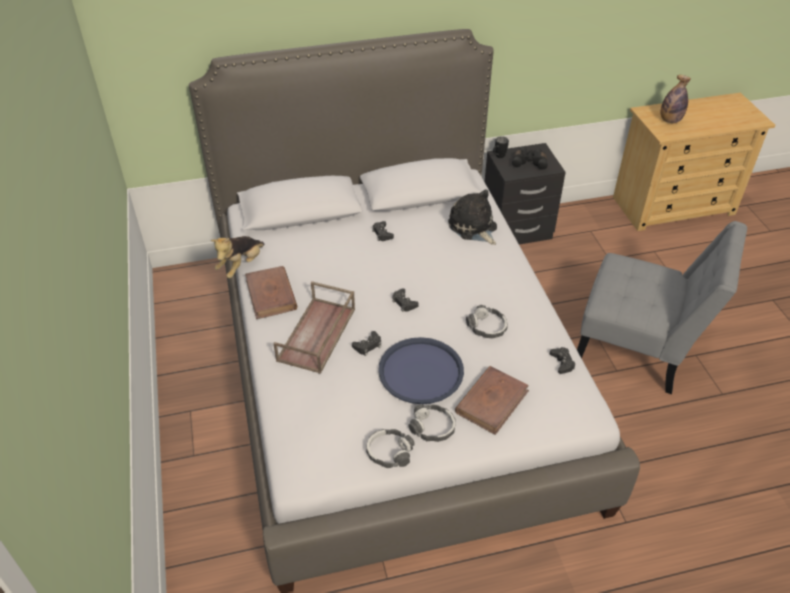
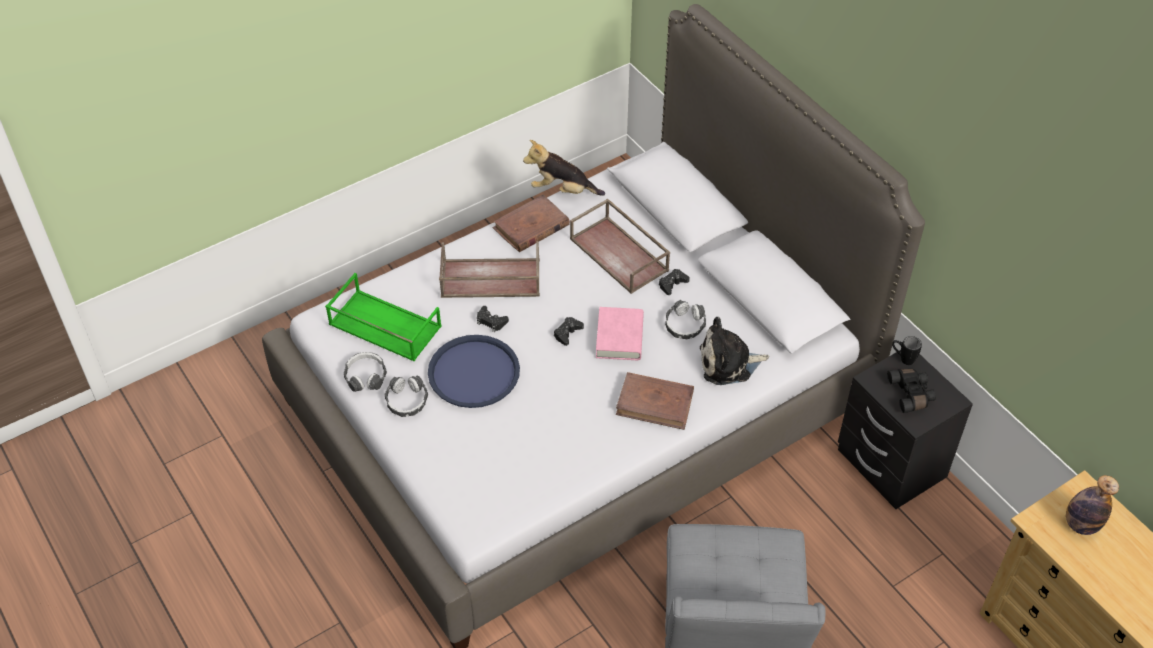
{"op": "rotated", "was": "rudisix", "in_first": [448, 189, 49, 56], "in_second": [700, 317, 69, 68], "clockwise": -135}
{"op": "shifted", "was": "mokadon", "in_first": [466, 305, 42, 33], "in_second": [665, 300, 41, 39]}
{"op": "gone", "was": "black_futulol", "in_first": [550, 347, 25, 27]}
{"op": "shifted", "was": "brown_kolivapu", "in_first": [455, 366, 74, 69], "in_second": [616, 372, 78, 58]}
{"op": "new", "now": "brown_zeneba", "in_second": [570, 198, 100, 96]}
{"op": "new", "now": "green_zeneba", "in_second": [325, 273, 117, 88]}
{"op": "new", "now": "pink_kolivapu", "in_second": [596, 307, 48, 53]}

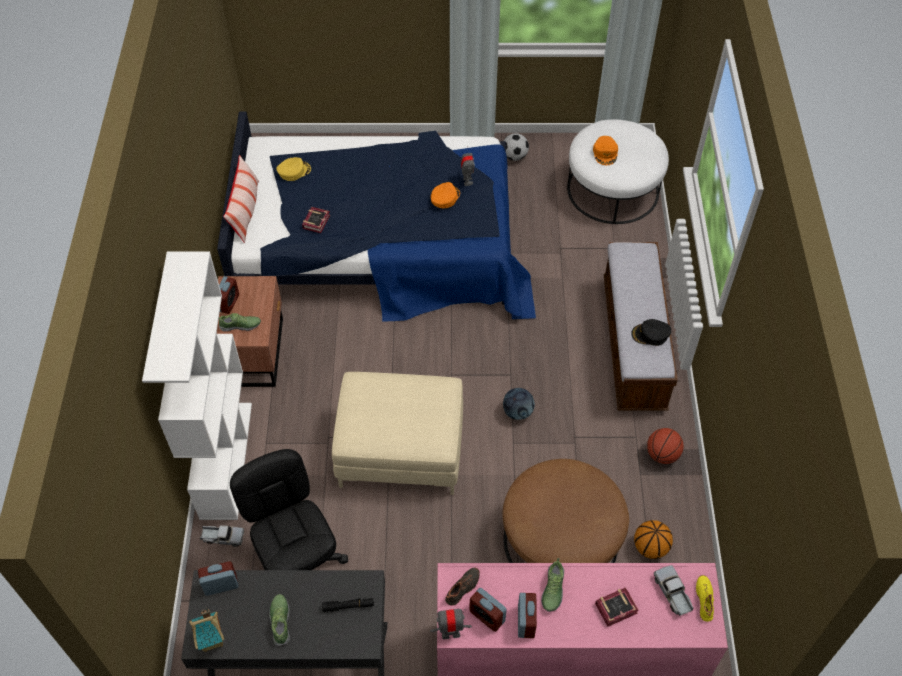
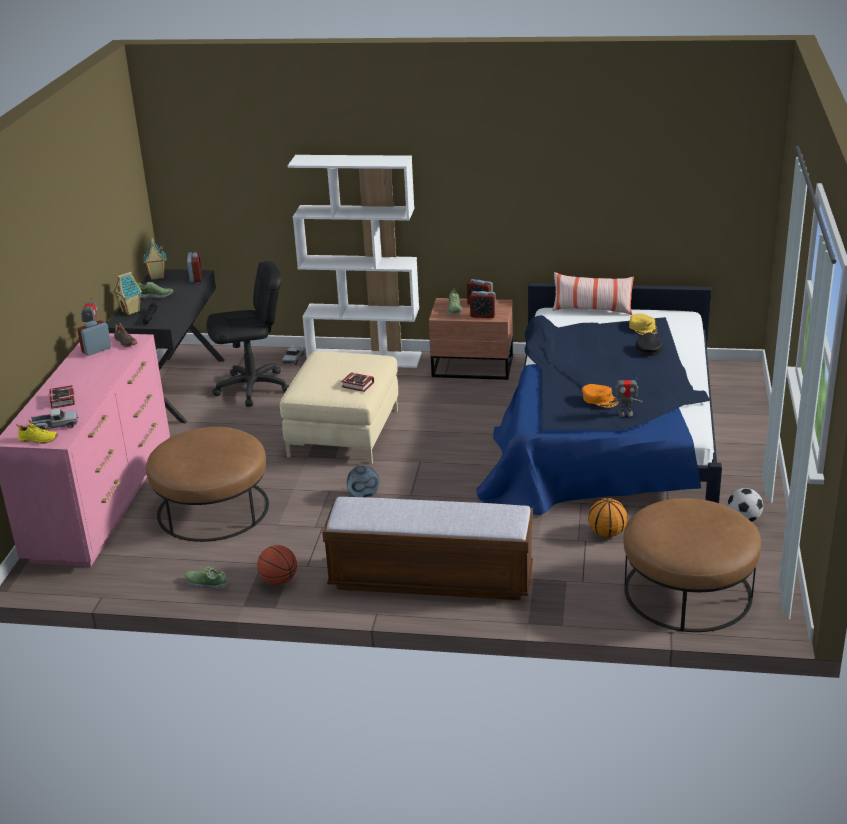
{"op": "repainted", "was": "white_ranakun", "now": "brown_ranakun", "in_first": [567, 119, 102, 105], "in_second": [623, 498, 138, 134]}
{"op": "gone", "was": "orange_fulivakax", "in_first": [593, 136, 25, 29]}
{"op": "shifted", "was": "kolivapu", "in_first": [302, 207, 28, 26], "in_second": [341, 372, 33, 20]}
{"op": "shifted", "was": "black_fulivakax", "in_first": [631, 319, 40, 27], "in_second": [635, 333, 28, 23]}
{"op": "shifted", "was": "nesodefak", "in_first": [634, 520, 39, 39], "in_second": [588, 498, 39, 39]}
{"op": "shifted", "was": "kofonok", "in_first": [541, 558, 23, 54], "in_second": [185, 567, 43, 23]}
{"op": "shifted", "was": "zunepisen", "in_first": [518, 593, 19, 45], "in_second": [470, 291, 26, 27]}
{"op": "new", "now": "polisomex", "in_second": [113, 272, 29, 43]}

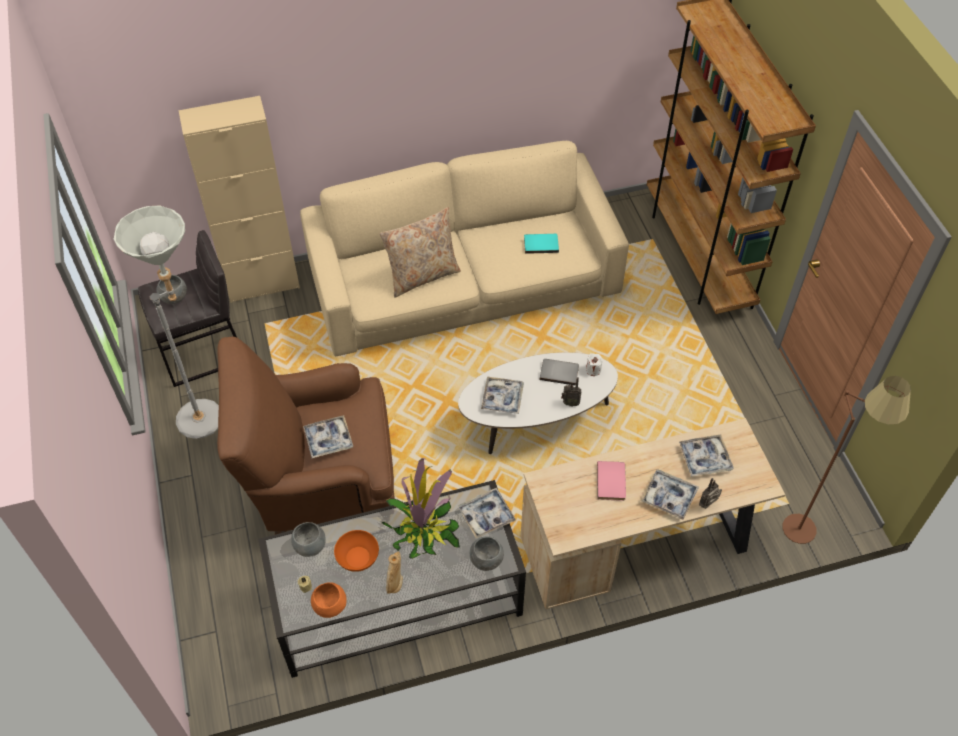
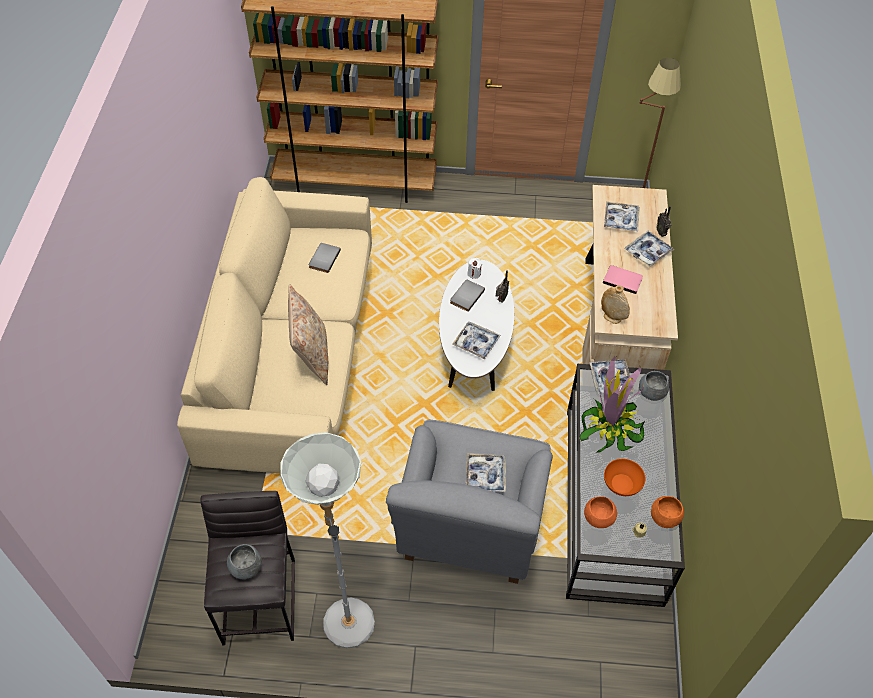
{"op": "gone", "was": "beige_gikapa", "in_first": [179, 96, 121, 207]}
{"op": "repainted", "was": "turquoise_kolivapu", "now": "grey_kolivapu", "in_first": [524, 234, 35, 20], "in_second": [309, 243, 32, 30]}
{"op": "repainted", "was": "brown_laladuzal", "now": "grey_laladuzal", "in_first": [217, 337, 178, 197], "in_second": [386, 420, 167, 164]}
{"op": "repainted", "was": "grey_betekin", "now": "orange_betekin", "in_first": [291, 522, 35, 35], "in_second": [584, 496, 33, 32]}
{"op": "shifted", "was": "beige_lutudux", "in_first": [386, 552, 17, 42], "in_second": [601, 285, 29, 39]}

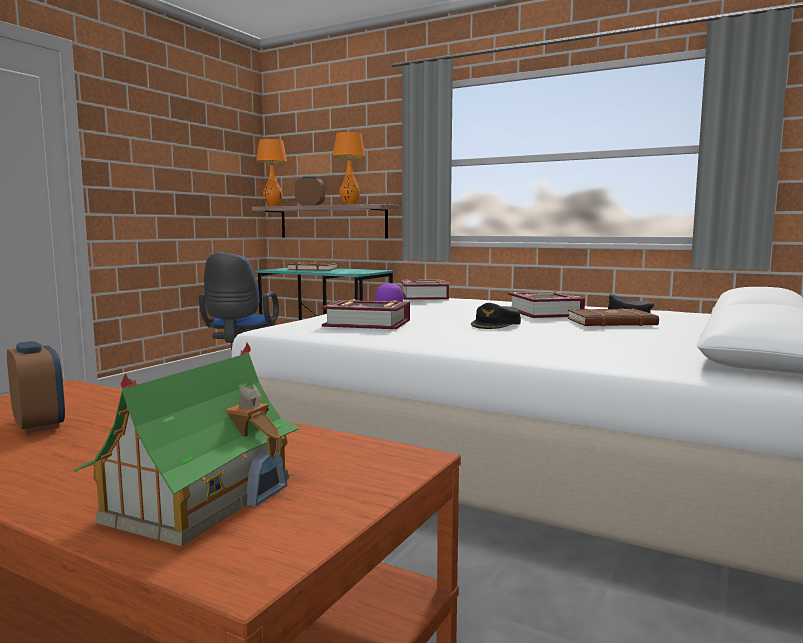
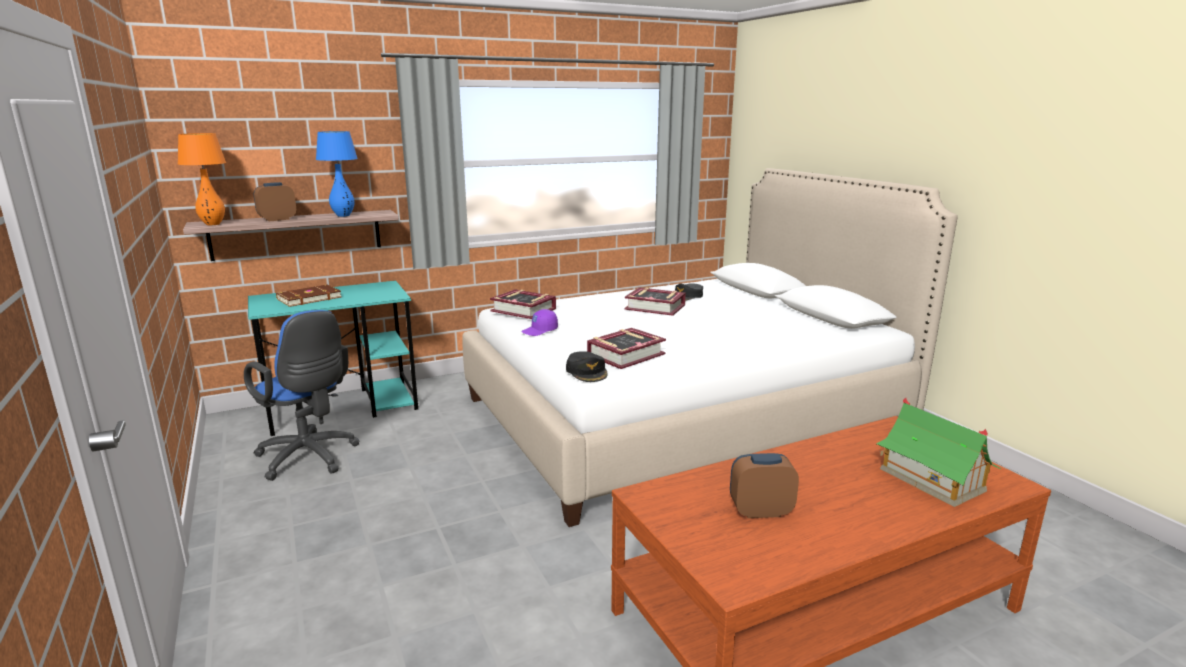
{"op": "repainted", "was": "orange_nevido", "now": "blue_nevido", "in_first": [333, 132, 33, 73], "in_second": [316, 131, 42, 86]}
{"op": "shifted", "was": "black_fulivakax", "in_first": [471, 303, 50, 26], "in_second": [566, 351, 42, 31]}
{"op": "gone", "was": "brown_kolivapu", "in_first": [568, 308, 91, 18]}

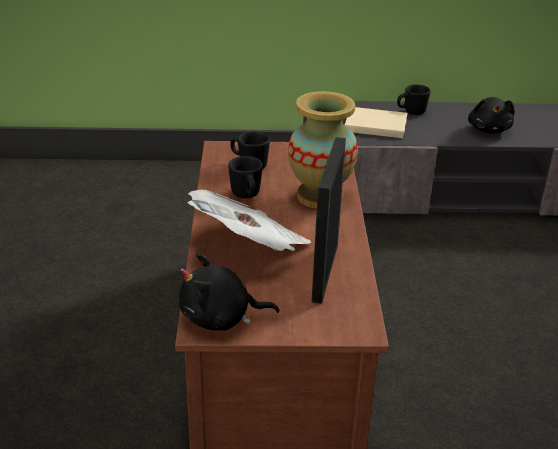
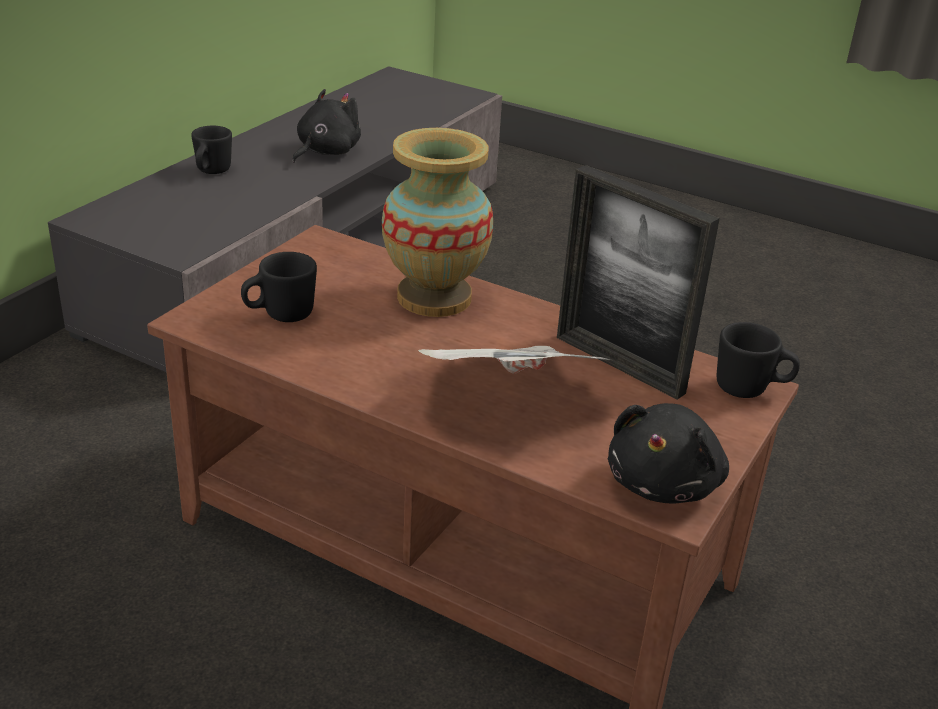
{"op": "rotated", "was": "black_rudisix", "in_first": [468, 97, 47, 37], "in_second": [292, 89, 69, 74], "clockwise": -90}
{"op": "gone", "was": "beige_kolivapu", "in_first": [345, 107, 62, 31]}
{"op": "shifted", "was": "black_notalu", "in_first": [228, 156, 35, 42], "in_second": [717, 322, 83, 76]}

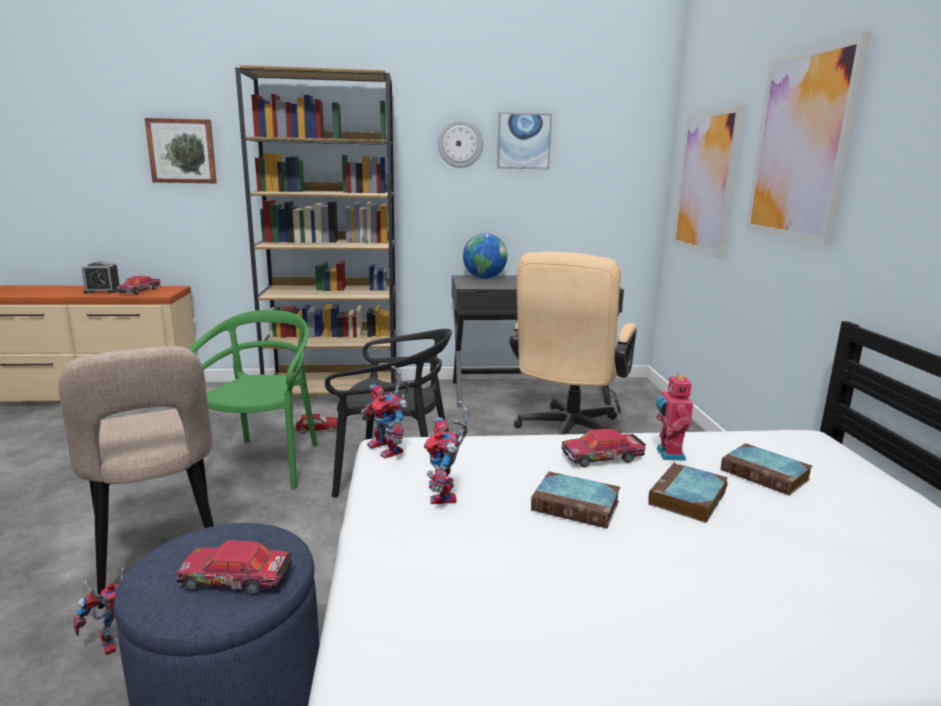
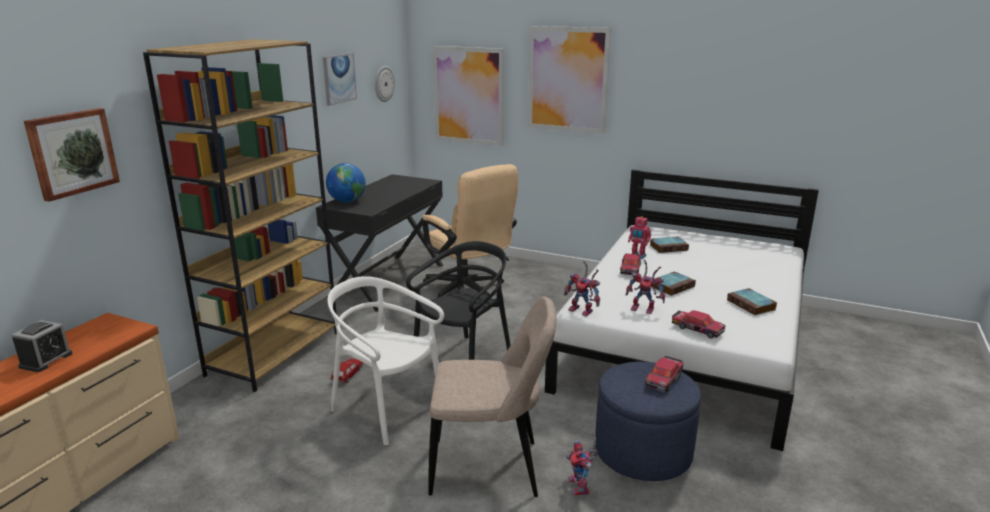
{"op": "shifted", "was": "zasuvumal", "in_first": [438, 120, 45, 48], "in_second": [375, 66, 20, 36]}
{"op": "shifted", "was": "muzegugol", "in_first": [116, 276, 45, 19], "in_second": [672, 310, 54, 29]}
{"op": "repainted", "was": "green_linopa", "now": "white_linopa", "in_first": [188, 310, 130, 180], "in_second": [327, 276, 117, 169]}
{"op": "rotated", "was": "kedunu", "in_first": [361, 365, 49, 94], "in_second": [564, 261, 37, 55], "clockwise": 45}
{"op": "shifted", "was": "kolivapu", "in_first": [648, 463, 80, 60], "in_second": [727, 288, 51, 27]}

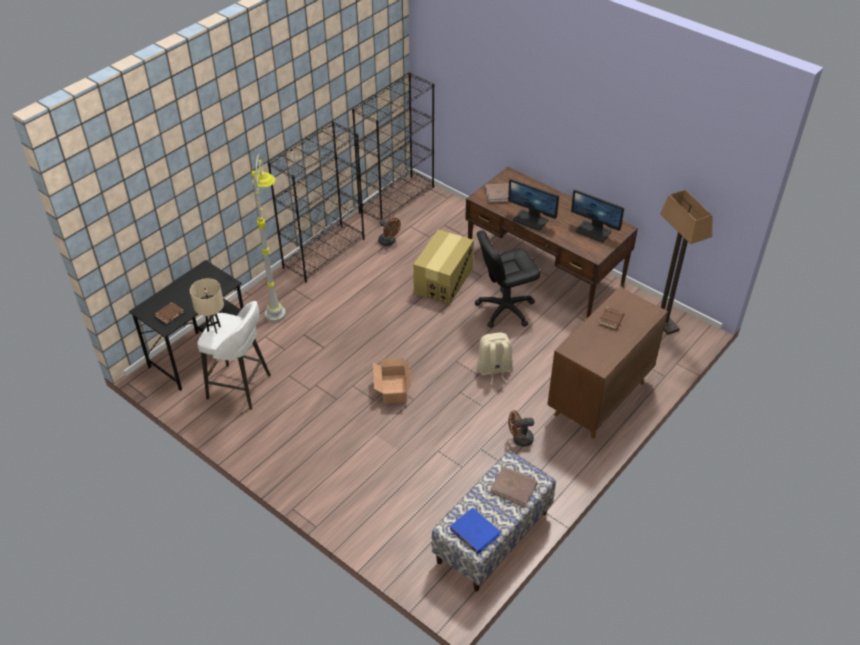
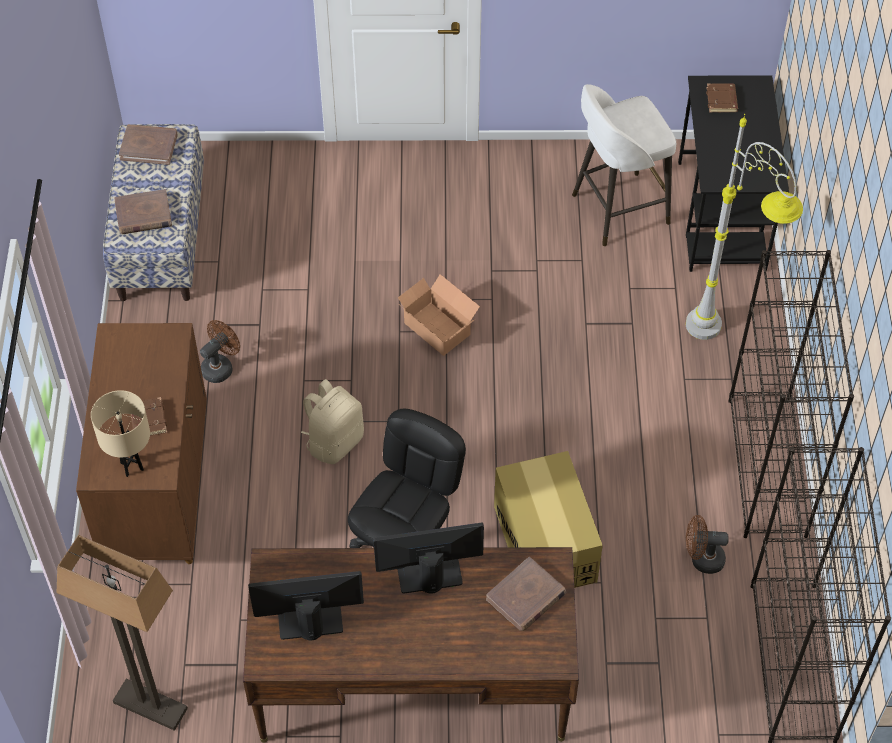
{"op": "shifted", "was": "beige_nevido", "in_first": [190, 278, 34, 56], "in_second": [91, 390, 59, 87]}
{"op": "repainted", "was": "blue_kolivapu", "now": "brown_kolivapu", "in_first": [450, 508, 51, 46], "in_second": [119, 124, 58, 41]}

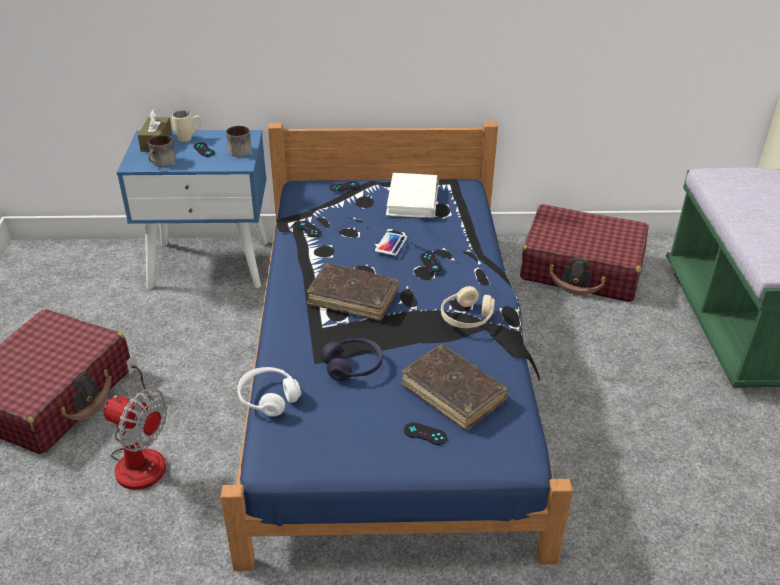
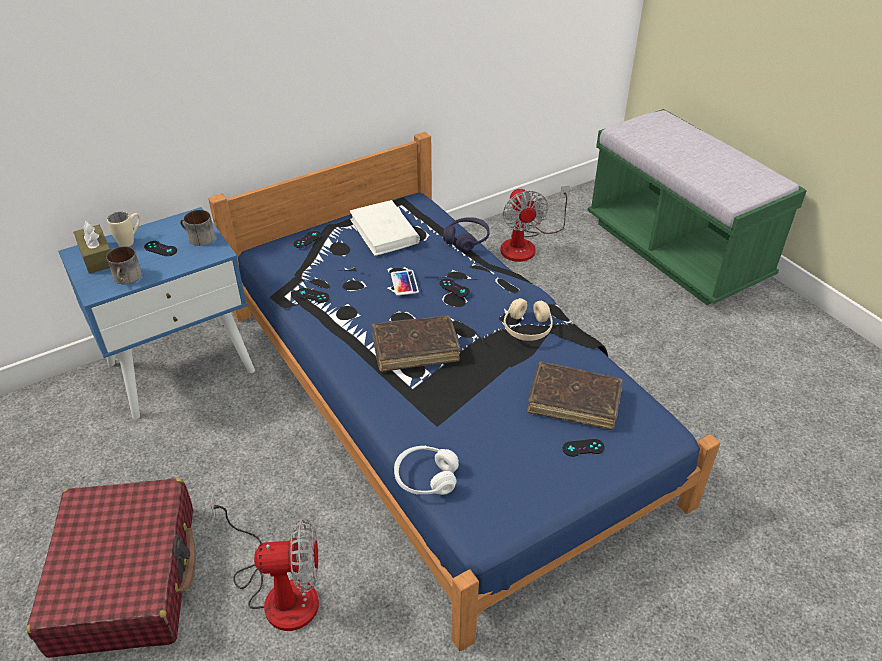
{"op": "swapped", "was": "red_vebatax", "now": "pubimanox", "in_first": [520, 204, 129, 98], "in_second": [501, 186, 69, 76]}
{"op": "shifted", "was": "purple_mokadon", "in_first": [322, 338, 60, 43], "in_second": [443, 217, 47, 35]}

